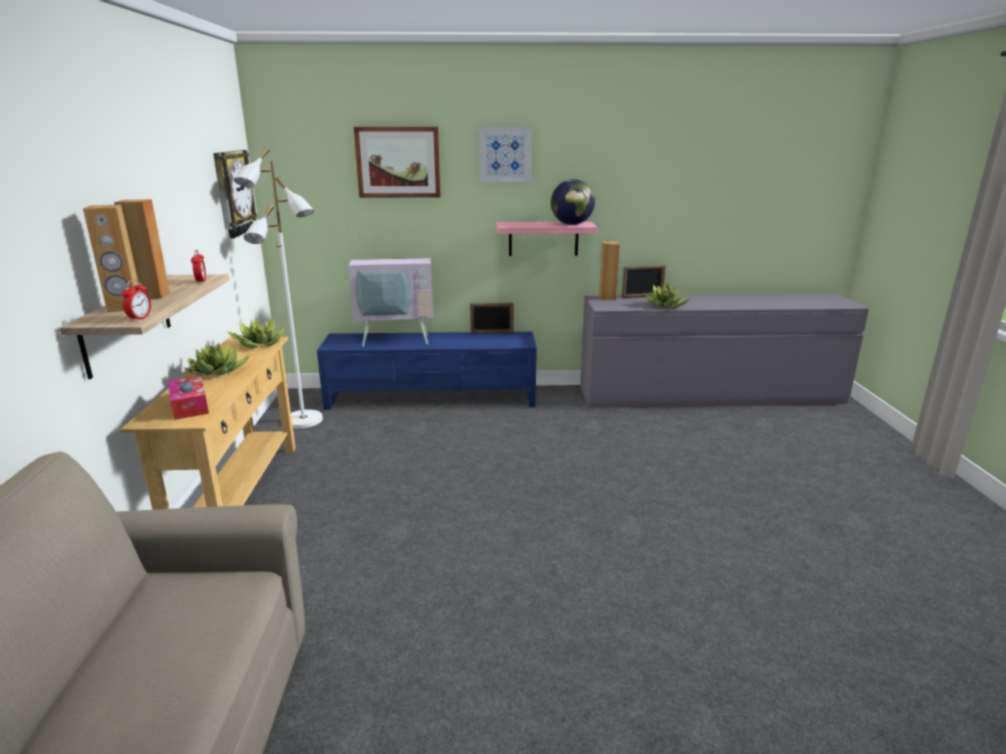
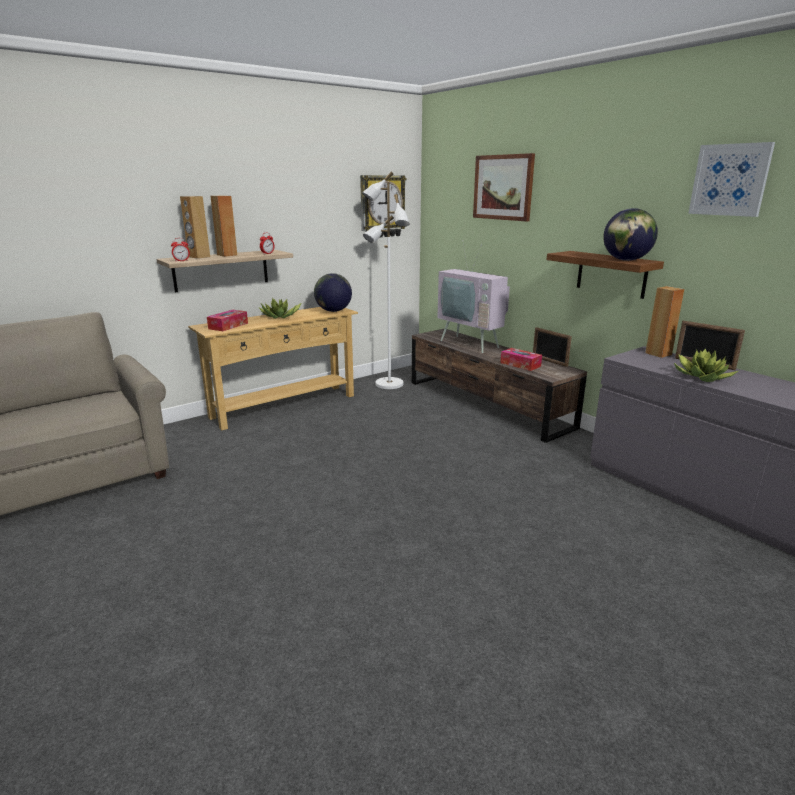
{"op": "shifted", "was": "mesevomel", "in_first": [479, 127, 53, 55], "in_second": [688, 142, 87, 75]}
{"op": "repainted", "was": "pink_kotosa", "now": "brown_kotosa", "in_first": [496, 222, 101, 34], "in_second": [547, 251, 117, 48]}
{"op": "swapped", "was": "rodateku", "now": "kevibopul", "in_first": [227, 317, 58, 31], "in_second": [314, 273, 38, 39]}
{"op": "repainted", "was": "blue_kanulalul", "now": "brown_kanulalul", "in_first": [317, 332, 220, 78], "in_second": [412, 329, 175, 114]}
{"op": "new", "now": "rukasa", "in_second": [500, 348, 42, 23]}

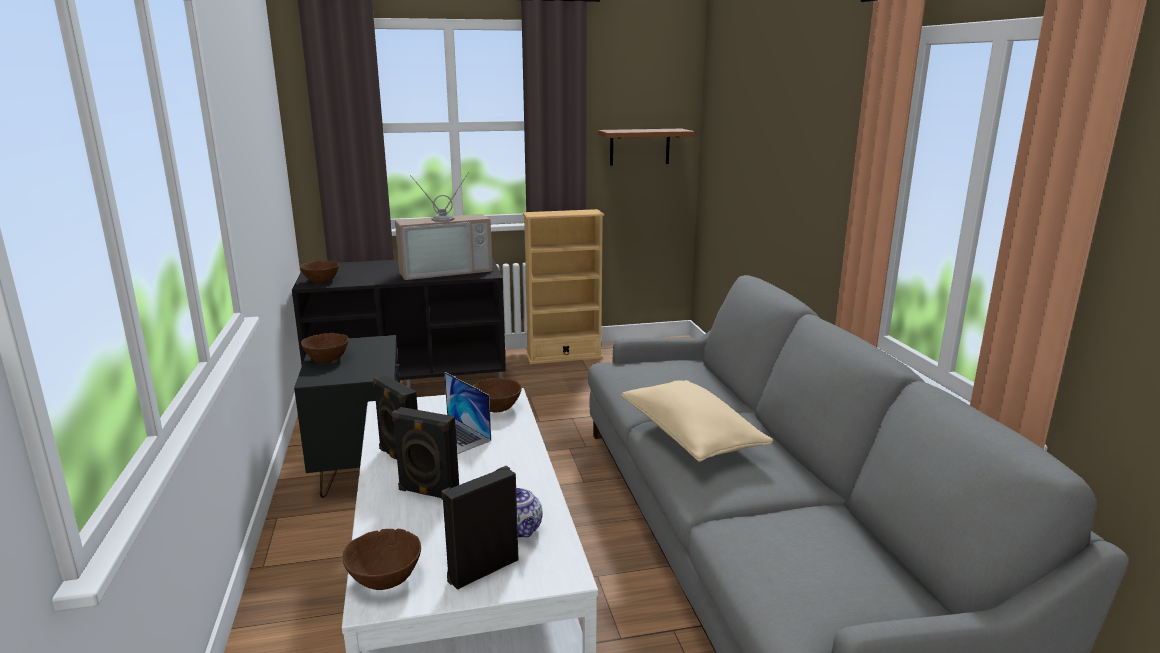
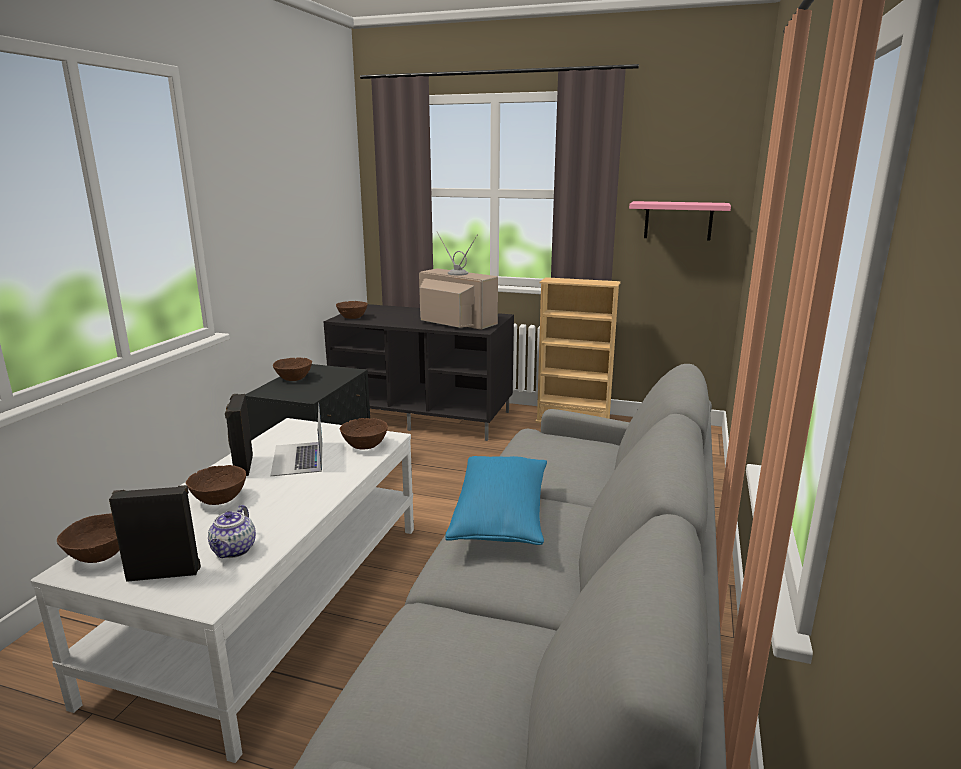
{"op": "repainted", "was": "brown_kotosa", "now": "pink_kotosa", "in_first": [598, 129, 97, 36], "in_second": [629, 201, 102, 39]}
{"op": "rotated", "was": "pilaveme", "in_first": [395, 172, 98, 108], "in_second": [419, 232, 79, 98], "clockwise": -150}
{"op": "repainted", "was": "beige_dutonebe", "now": "blue_dutonebe", "in_first": [621, 380, 152, 82], "in_second": [445, 456, 102, 89]}
{"op": "swapped", "was": "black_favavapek", "now": "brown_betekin", "in_first": [392, 407, 67, 91], "in_second": [186, 465, 60, 40]}

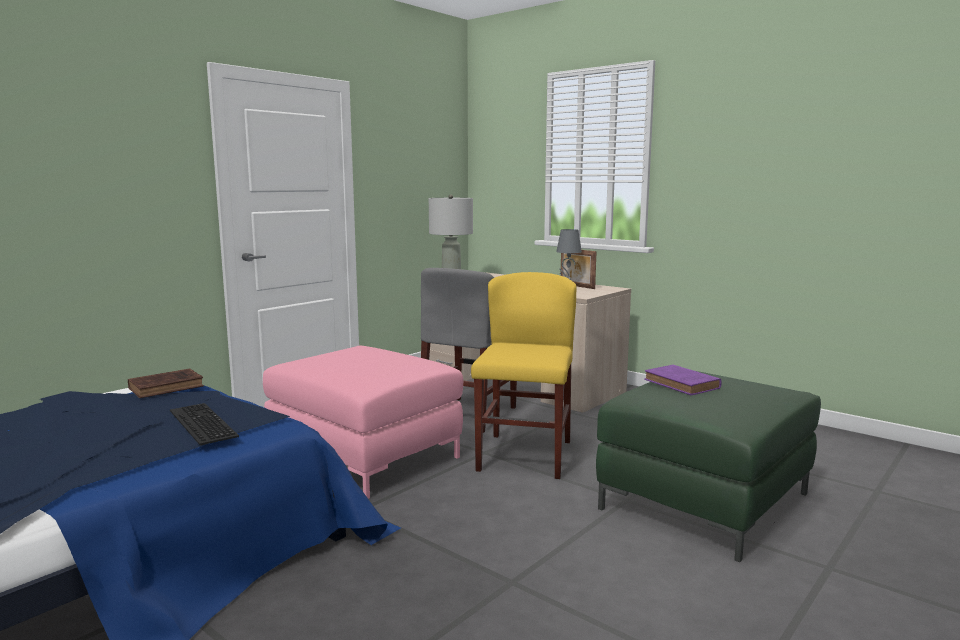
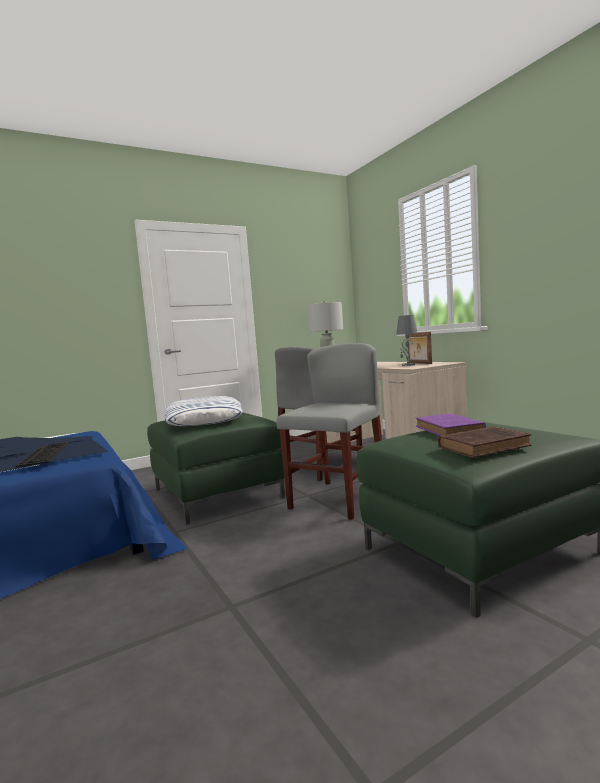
{"op": "repainted", "was": "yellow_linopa", "now": "grey_linopa", "in_first": [471, 272, 106, 207], "in_second": [276, 343, 106, 177]}
{"op": "repainted", "was": "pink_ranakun", "now": "green_ranakun", "in_first": [263, 345, 200, 154], "in_second": [147, 412, 138, 113]}
{"op": "shifted", "was": "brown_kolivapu", "in_first": [128, 369, 76, 29], "in_second": [438, 426, 94, 32]}
{"op": "new", "now": "dutonebe", "in_second": [164, 396, 79, 30]}

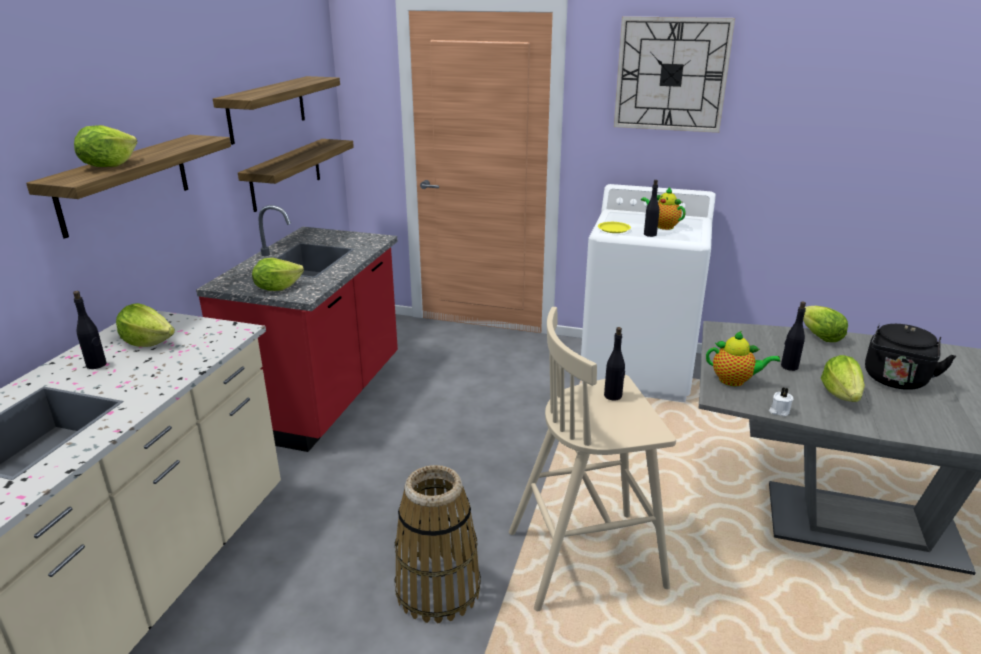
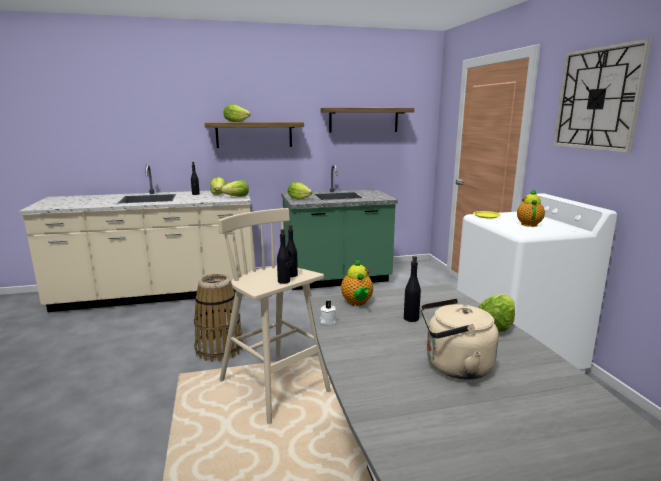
{"op": "gone", "was": "kotosa", "in_first": [238, 139, 116, 73]}
{"op": "shifted", "was": "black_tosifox", "in_first": [644, 180, 15, 57], "in_second": [277, 229, 13, 55]}
{"op": "repainted", "was": "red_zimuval", "now": "green_zimuval", "in_first": [196, 205, 202, 247], "in_second": [282, 165, 116, 125]}
{"op": "repainted", "was": "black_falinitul", "now": "beige_falinitul", "in_first": [865, 324, 91, 66], "in_second": [421, 298, 78, 82]}
{"op": "shifted", "was": "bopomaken", "in_first": [821, 355, 44, 47], "in_second": [221, 180, 28, 17]}

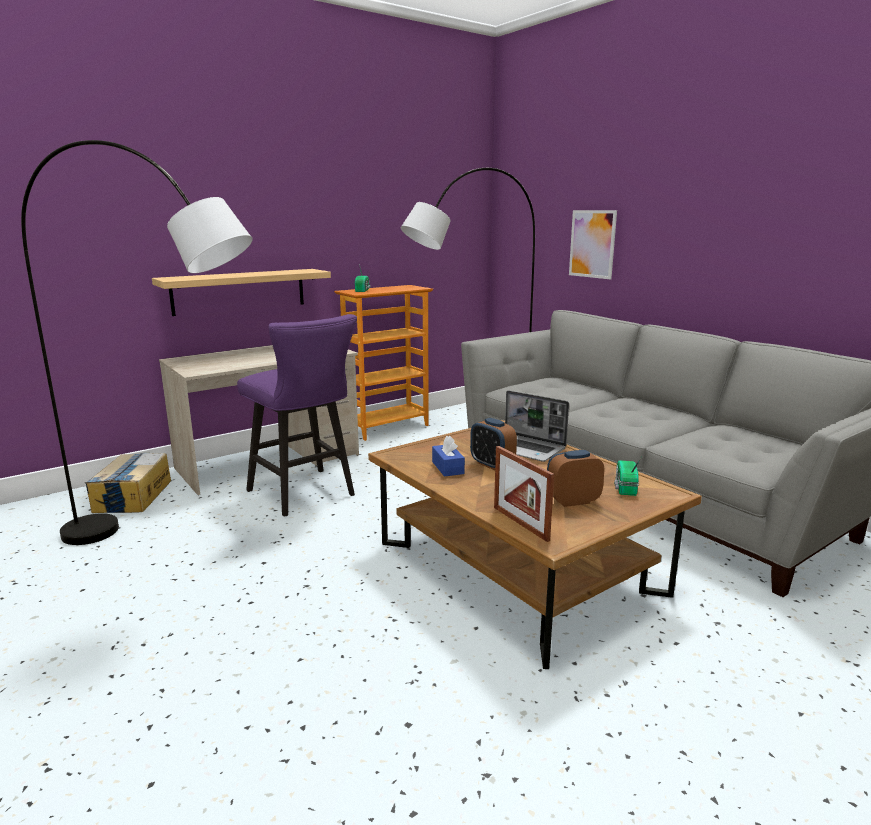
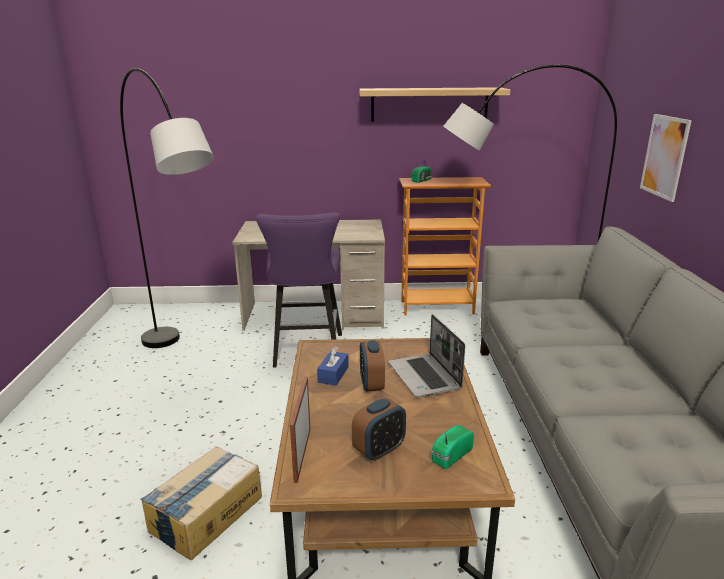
{"op": "shifted", "was": "kotosa", "in_first": [152, 269, 179, 47], "in_second": [359, 87, 151, 35]}
{"op": "rotated", "was": "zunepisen", "in_first": [547, 450, 57, 57], "in_second": [352, 397, 54, 64], "clockwise": 120}
{"op": "shifted", "was": "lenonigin", "in_first": [85, 452, 86, 61], "in_second": [141, 446, 121, 114]}

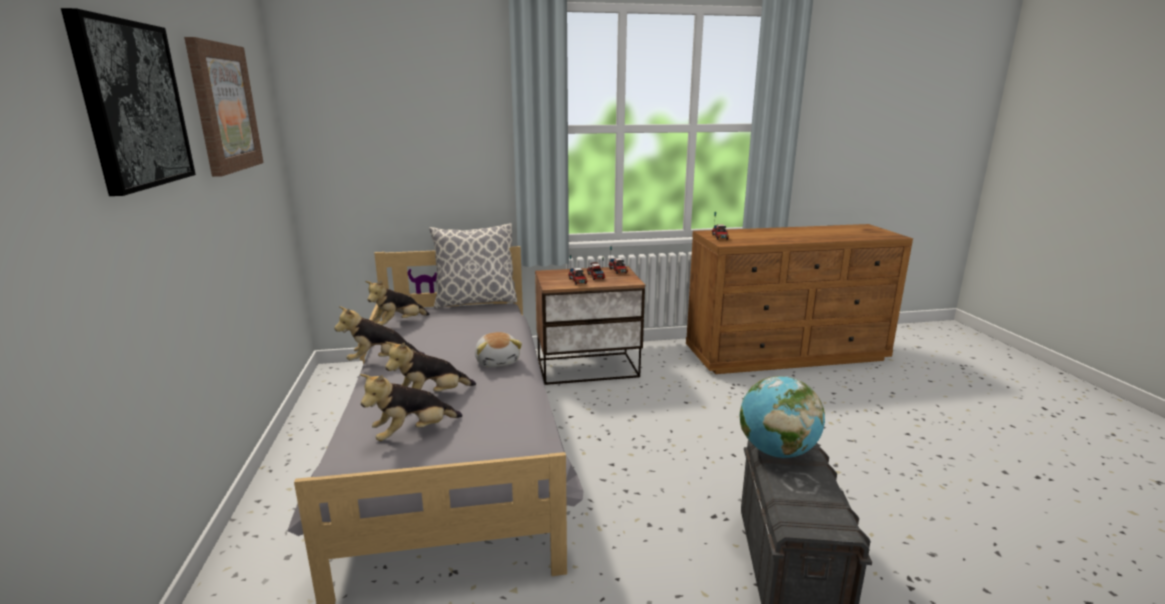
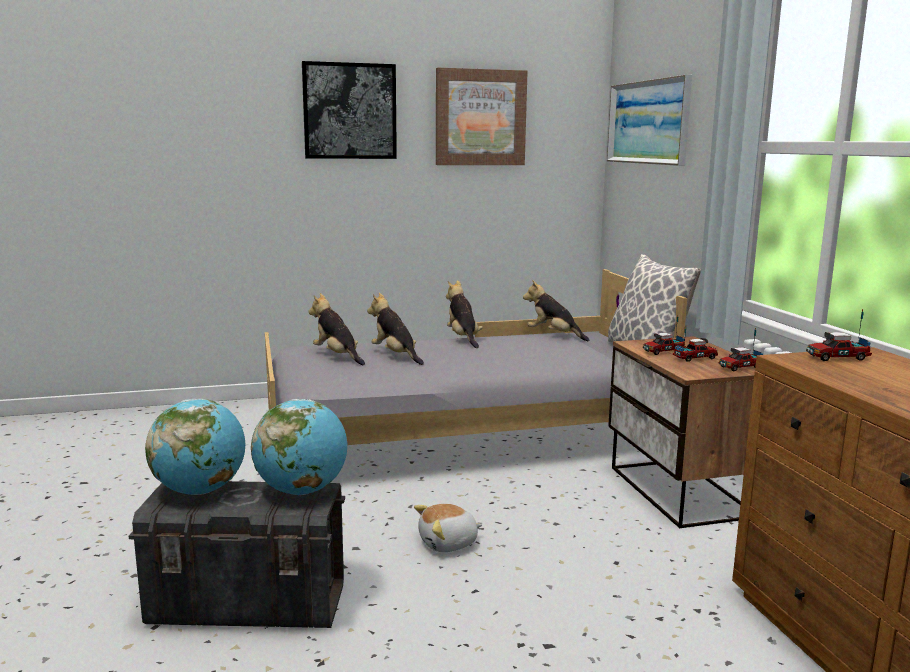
{"op": "shifted", "was": "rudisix", "in_first": [475, 332, 47, 35], "in_second": [414, 504, 68, 48]}
{"op": "new", "now": "mesevomel", "in_second": [607, 75, 85, 91]}
{"op": "new", "now": "kevibopul", "in_second": [145, 399, 100, 96]}

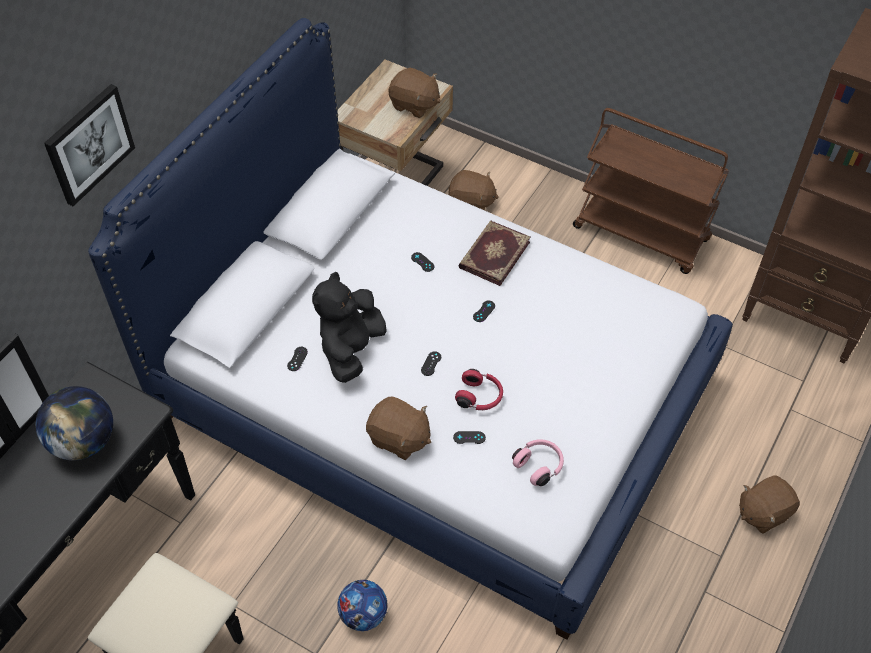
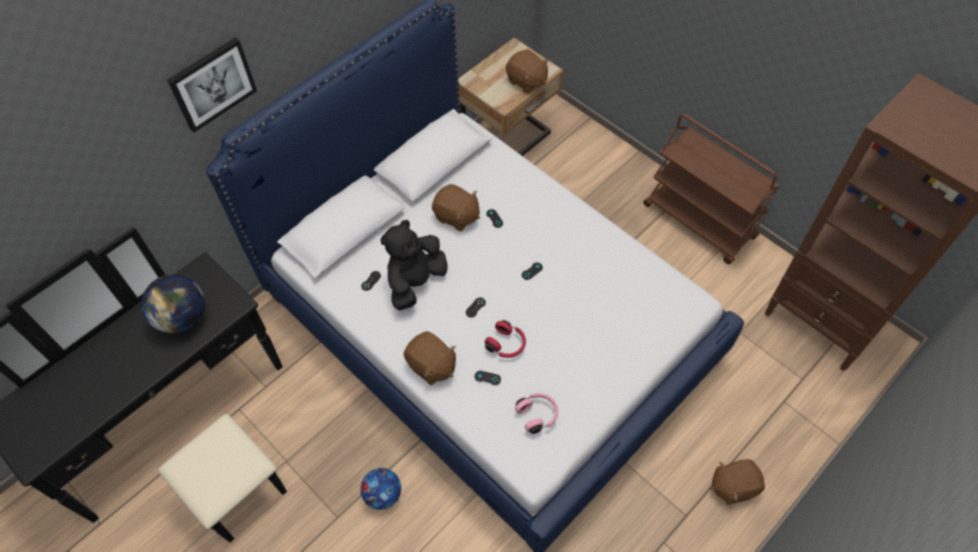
{"op": "shifted", "was": "brown_rudisix", "in_first": [448, 170, 51, 40], "in_second": [432, 184, 48, 47]}
{"op": "gone", "was": "kolivapu", "in_first": [458, 221, 73, 65]}

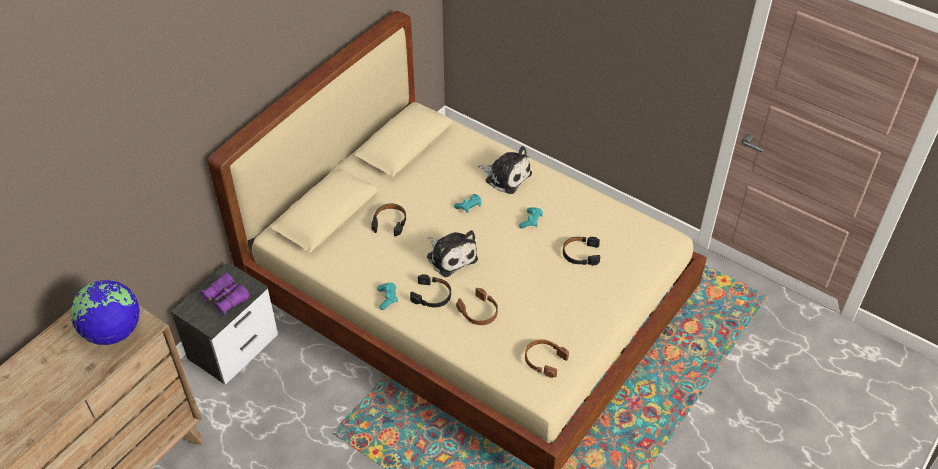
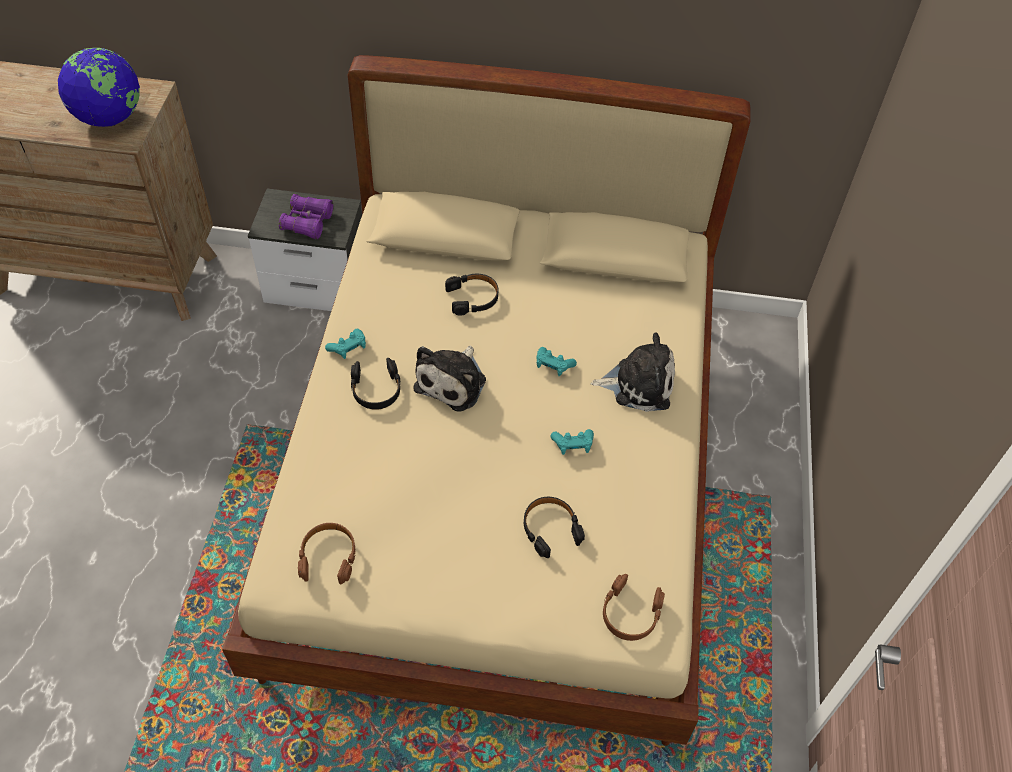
{"op": "rotated", "was": "rudisix", "in_first": [478, 146, 54, 48], "in_second": [590, 332, 85, 80], "clockwise": -90}
{"op": "shifted", "was": "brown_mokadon", "in_first": [456, 288, 42, 37], "in_second": [603, 574, 62, 67]}

